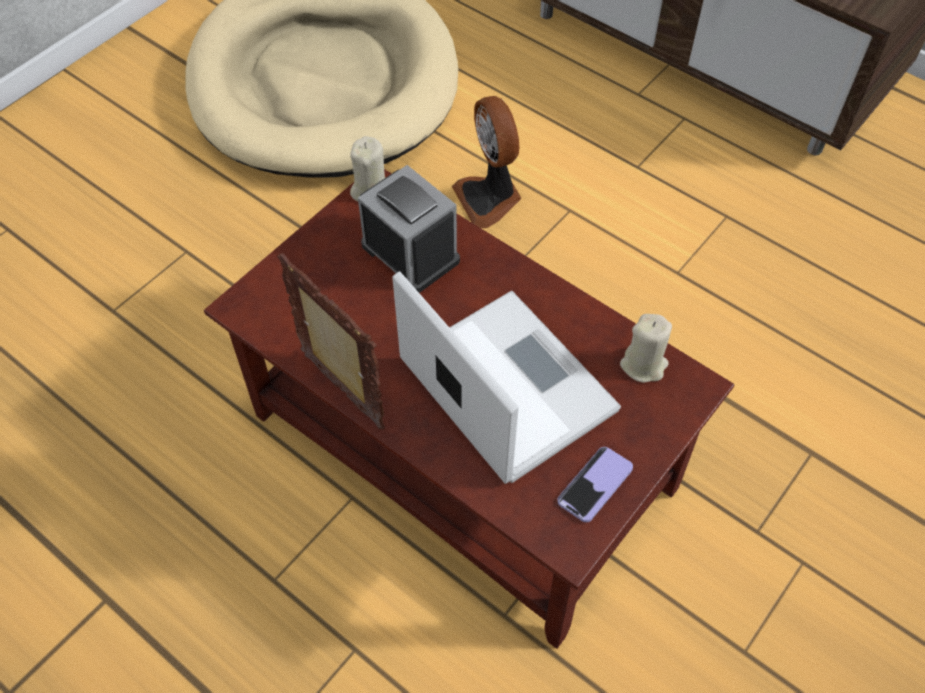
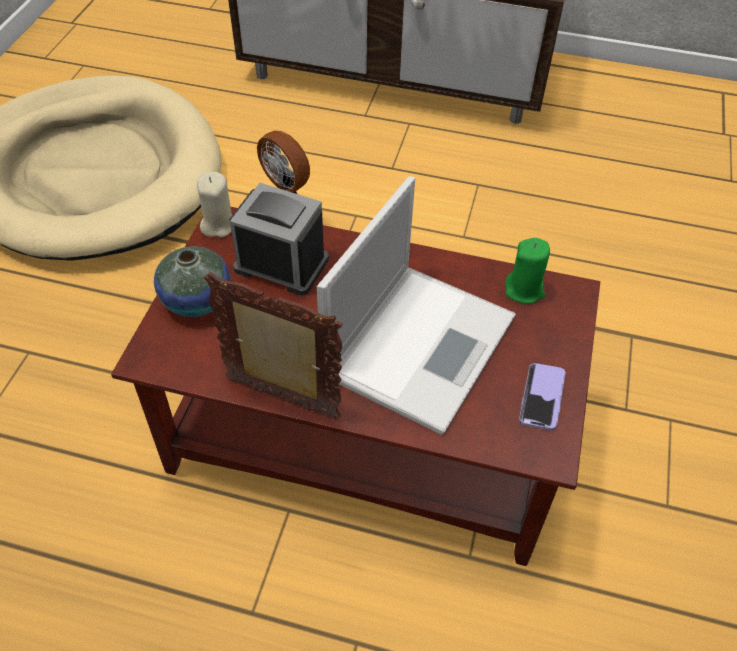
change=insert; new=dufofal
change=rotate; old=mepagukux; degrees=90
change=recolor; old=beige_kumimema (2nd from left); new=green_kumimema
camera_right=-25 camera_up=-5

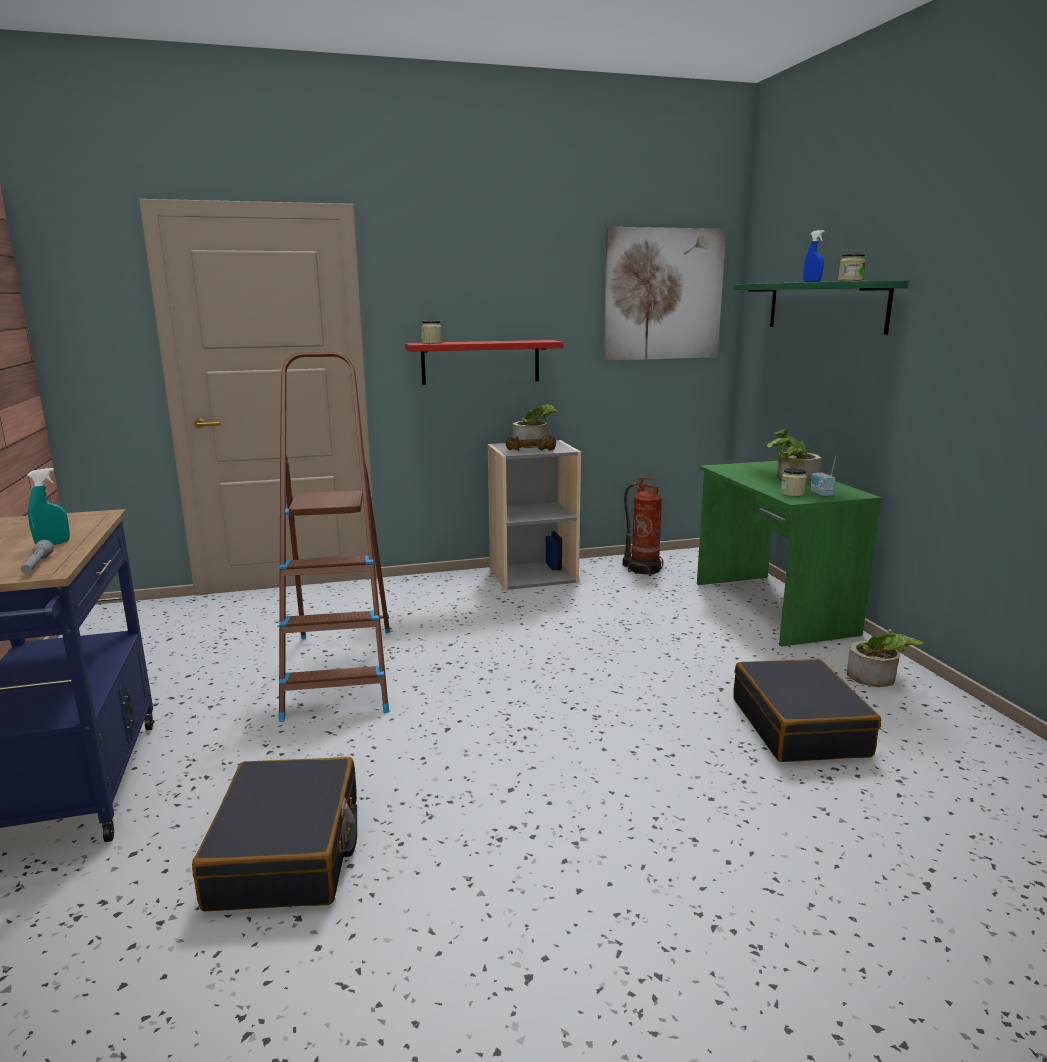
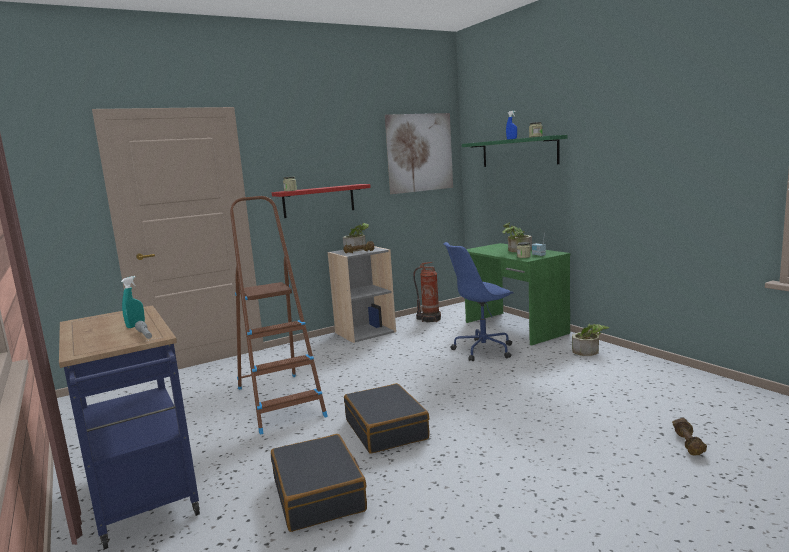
change=move; old=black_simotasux (2nd from left)
change=insert; new=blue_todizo
change=insert; new=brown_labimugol (2nd from left)
camera_right=-15 camera_up=-5

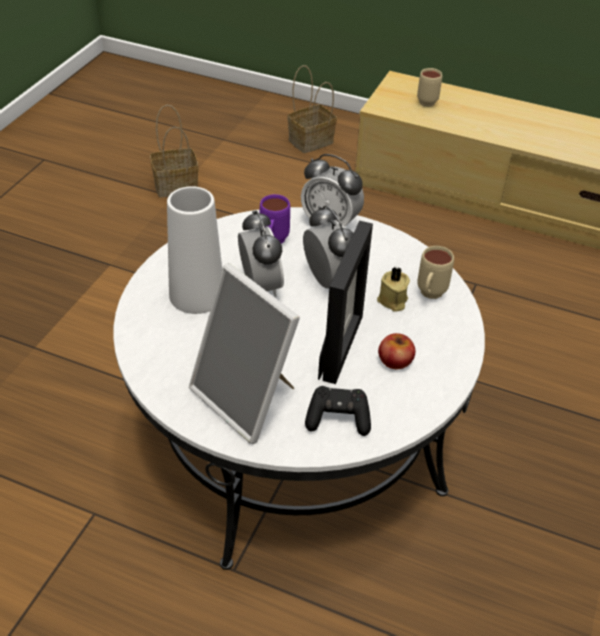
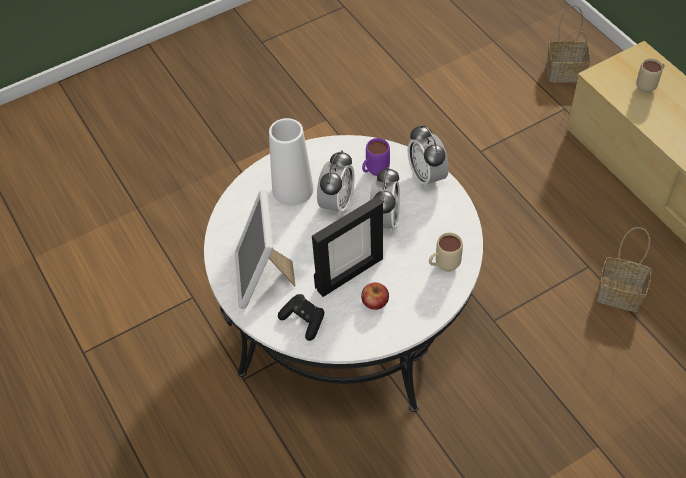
change=move; old=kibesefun (1st from left in the first image); new=kibesefun (2nd from left)
change=delete; old=beige_kumimema
camera_right=40 camera_up=10

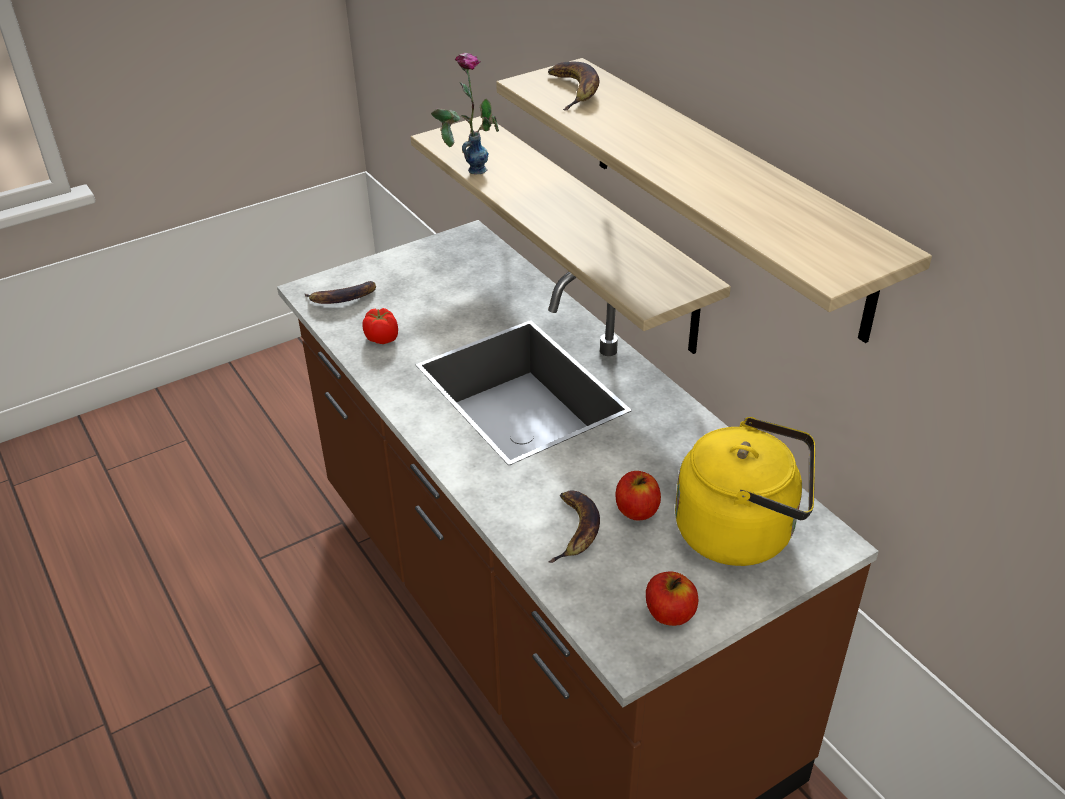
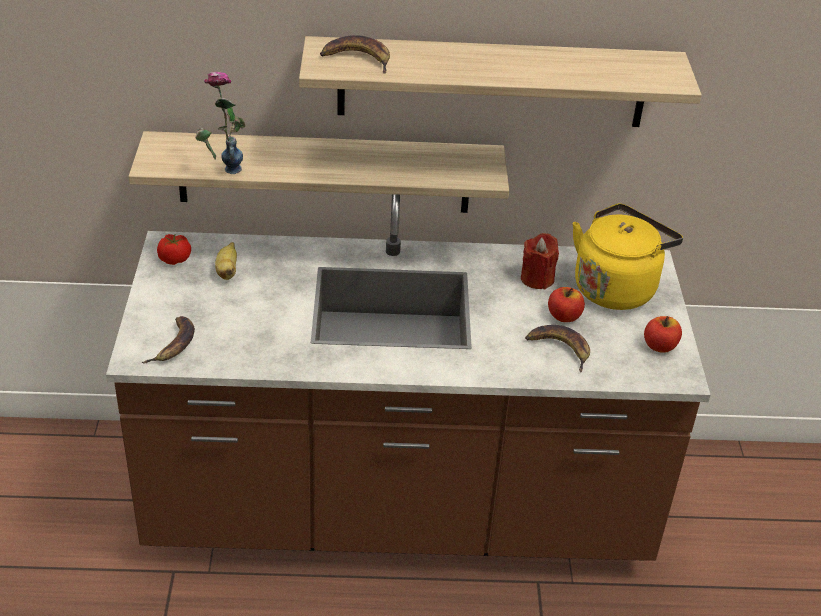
change=move; old=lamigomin
change=insert; new=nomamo (2nd from left)
change=insert; new=red_kumimema
camera_right=-60 camera_up=0

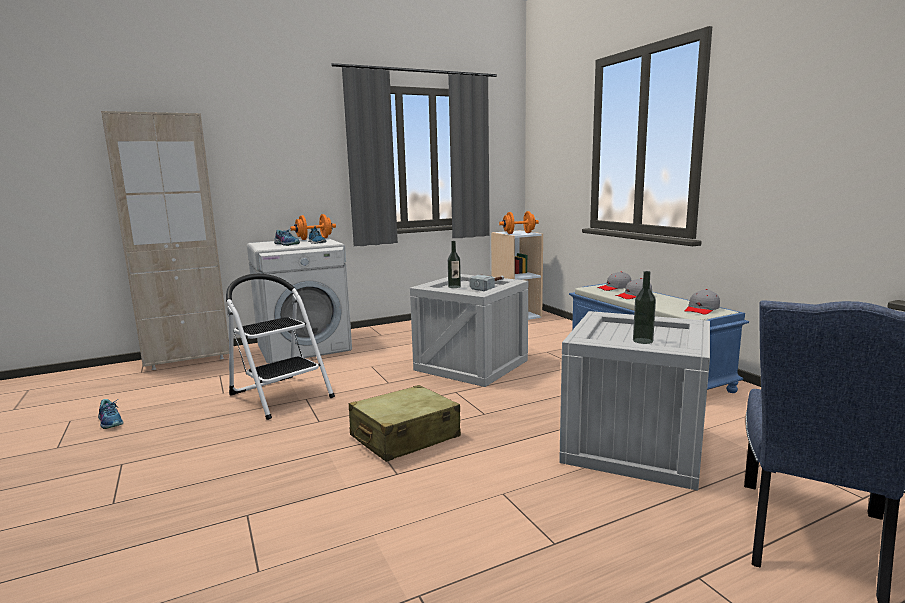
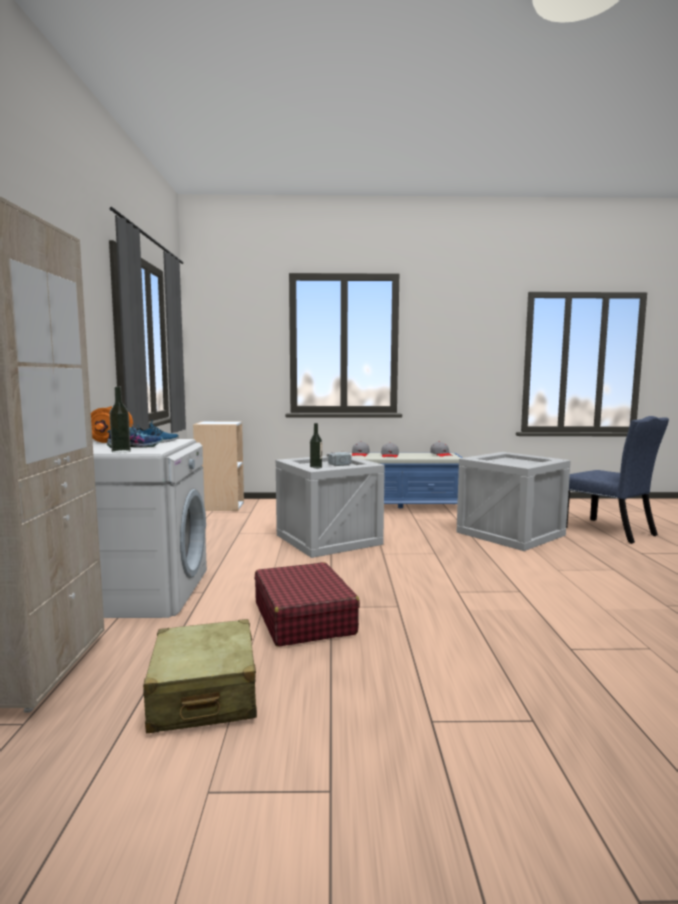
change=move; old=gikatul (2nd from left in the first image); new=gikatul (1st from left)
change=move; old=beige_simotasux
change=replace; old=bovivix; new=red_simotasux
change=delete; old=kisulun (1st from left)
change=delete; old=orange_labimugol (2nd from left)
camera_right=-65 camera_up=-5

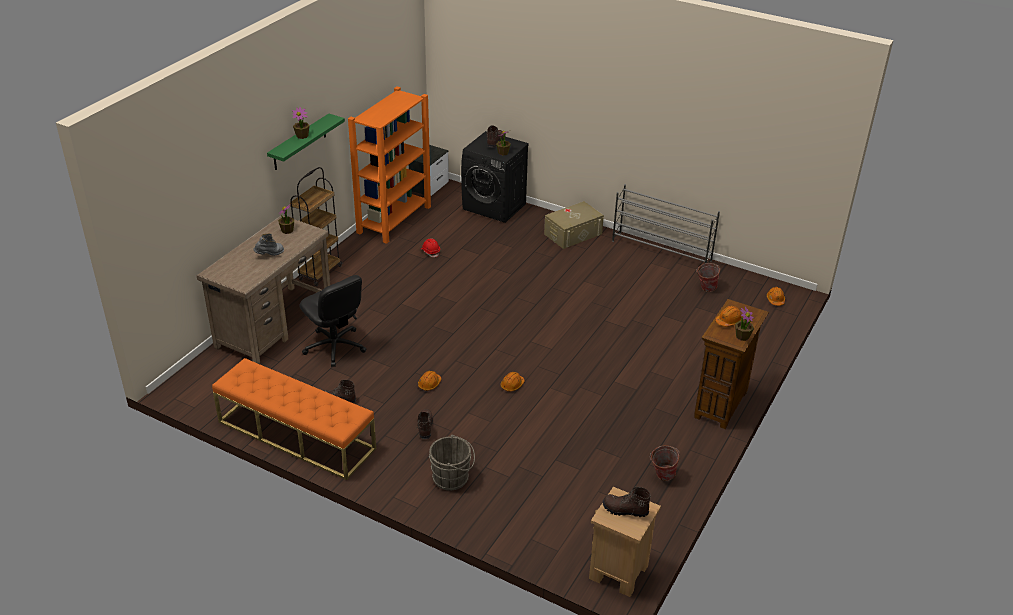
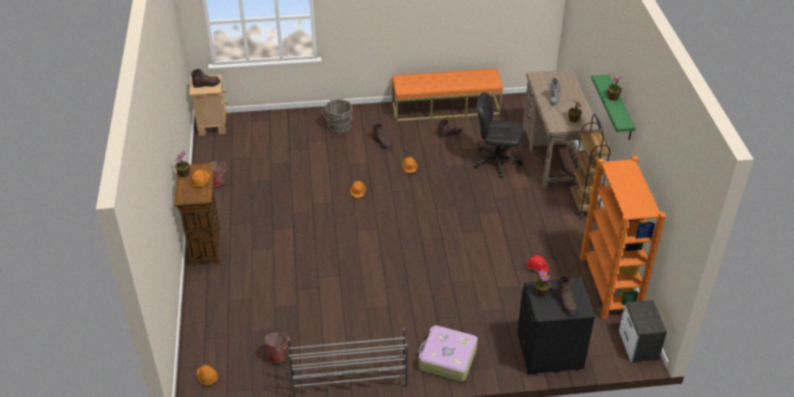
change=replace; old=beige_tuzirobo; new=simotasux
camera_right=145 camera_up=5

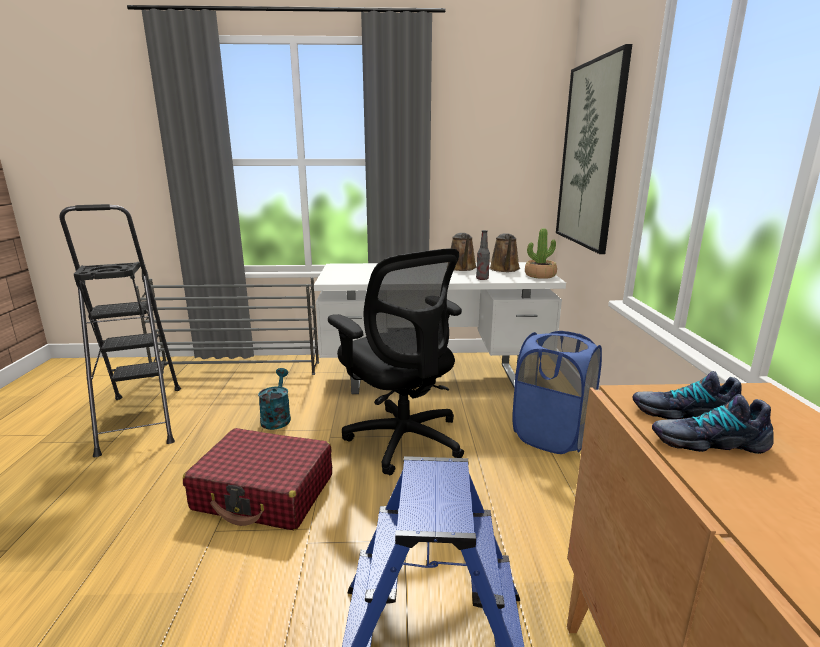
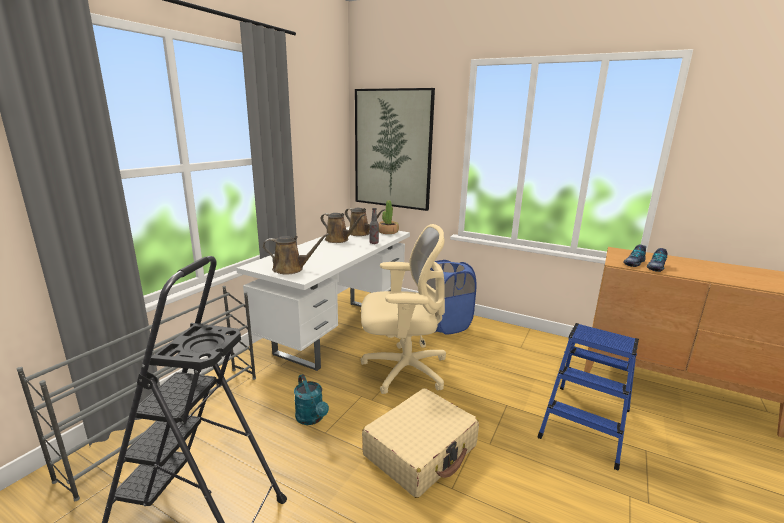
change=insert; new=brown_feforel (1st from left)
change=rotate; old=turquoise_feforel; degrees=-150
change=recolor; old=black_todizo; new=beige_todizo
change=recolor; old=red_simotasux; new=beige_simotasux
camera_right=-60 camera_up=0

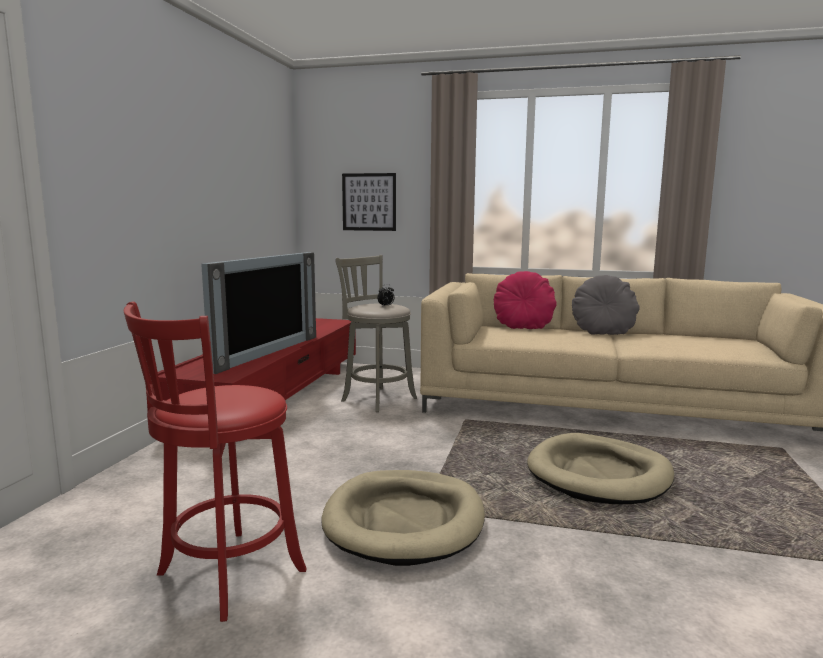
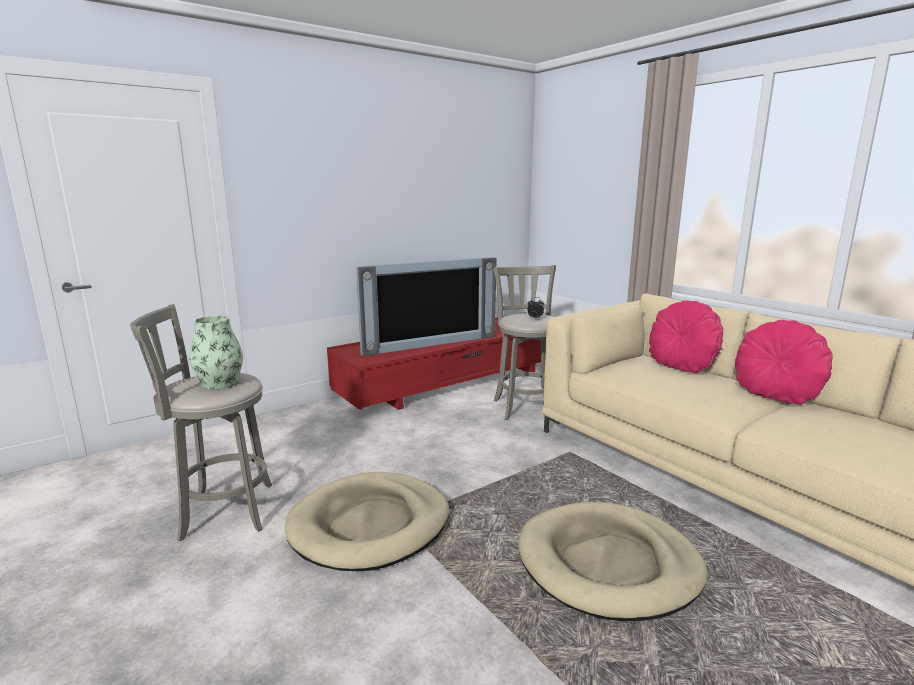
change=recolor; old=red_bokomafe; new=grey_bokomafe (1st from left)
change=insert; new=dufofal
change=recolor; old=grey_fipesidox; new=pink_fipesidox (2nd from left)
change=delete; old=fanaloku
camera_right=40 camera_up=5

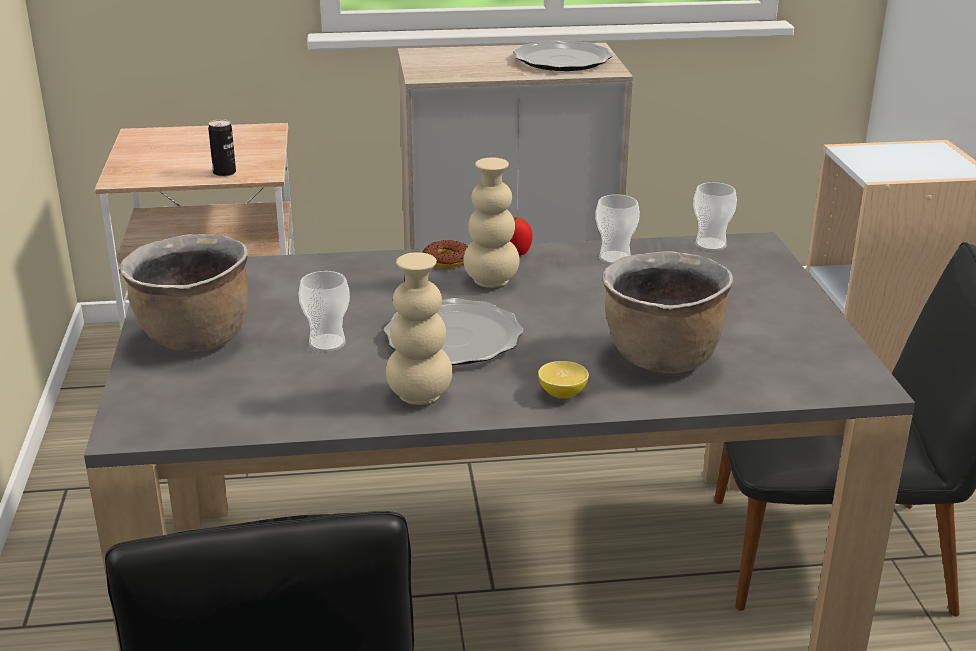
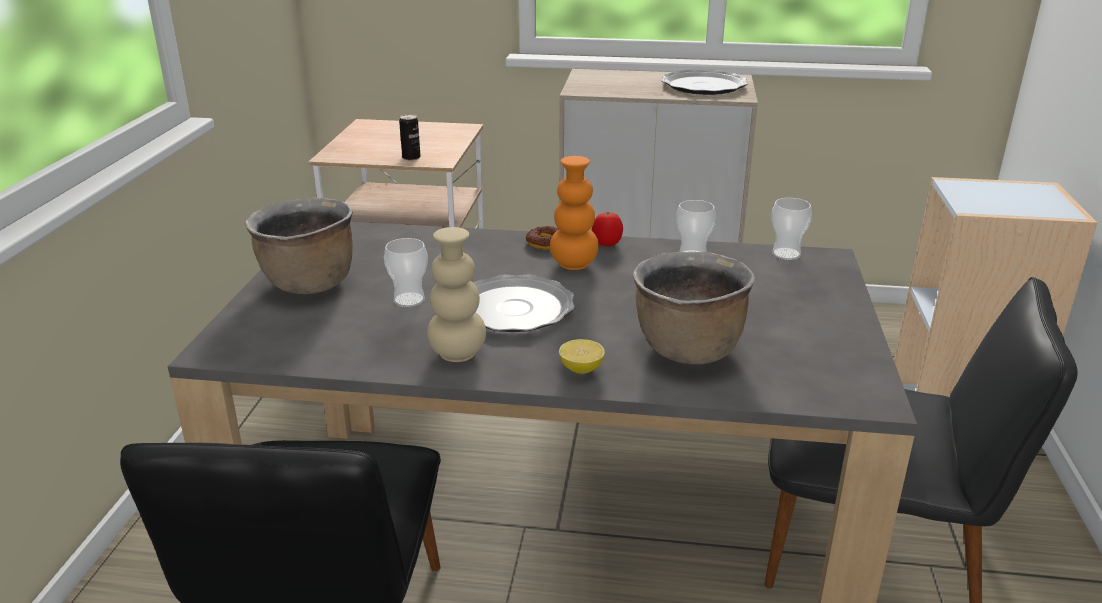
change=recolor; old=beige_dufofal (2nd from left); new=orange_dufofal
camera_right=15 camera_up=0

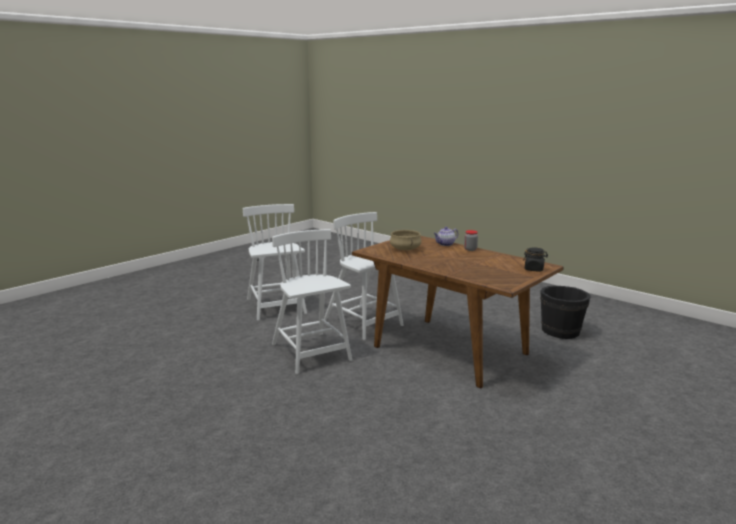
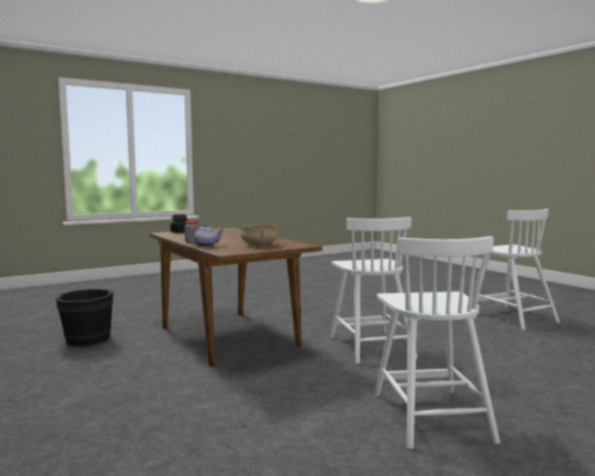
change=move; old=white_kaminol (3rd from left)
camera_right=-165 camera_up=-10

